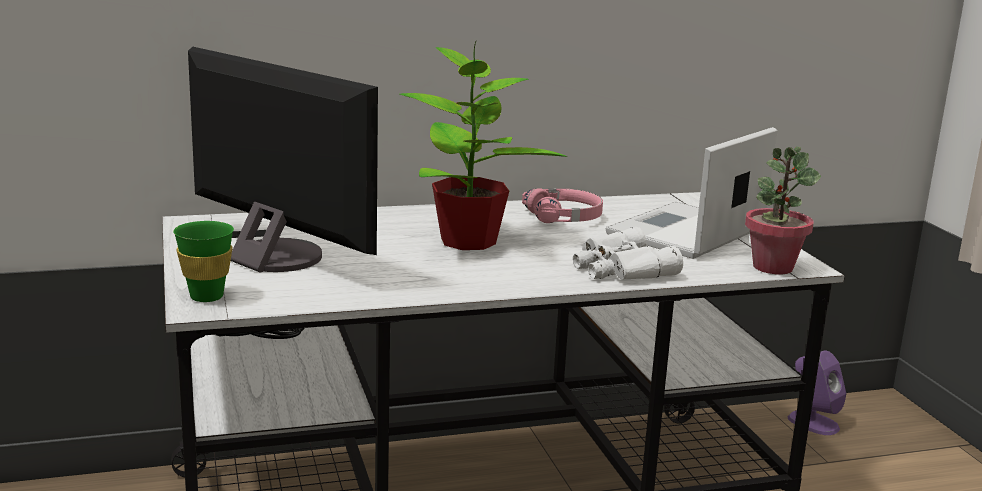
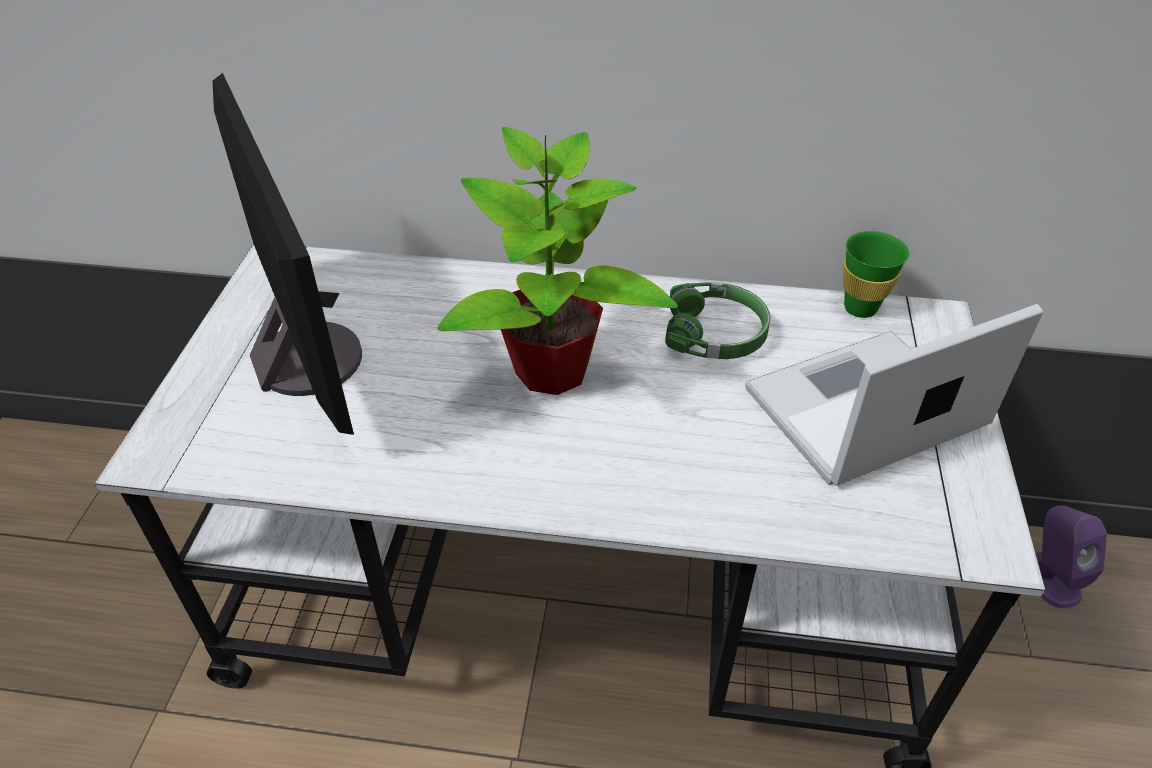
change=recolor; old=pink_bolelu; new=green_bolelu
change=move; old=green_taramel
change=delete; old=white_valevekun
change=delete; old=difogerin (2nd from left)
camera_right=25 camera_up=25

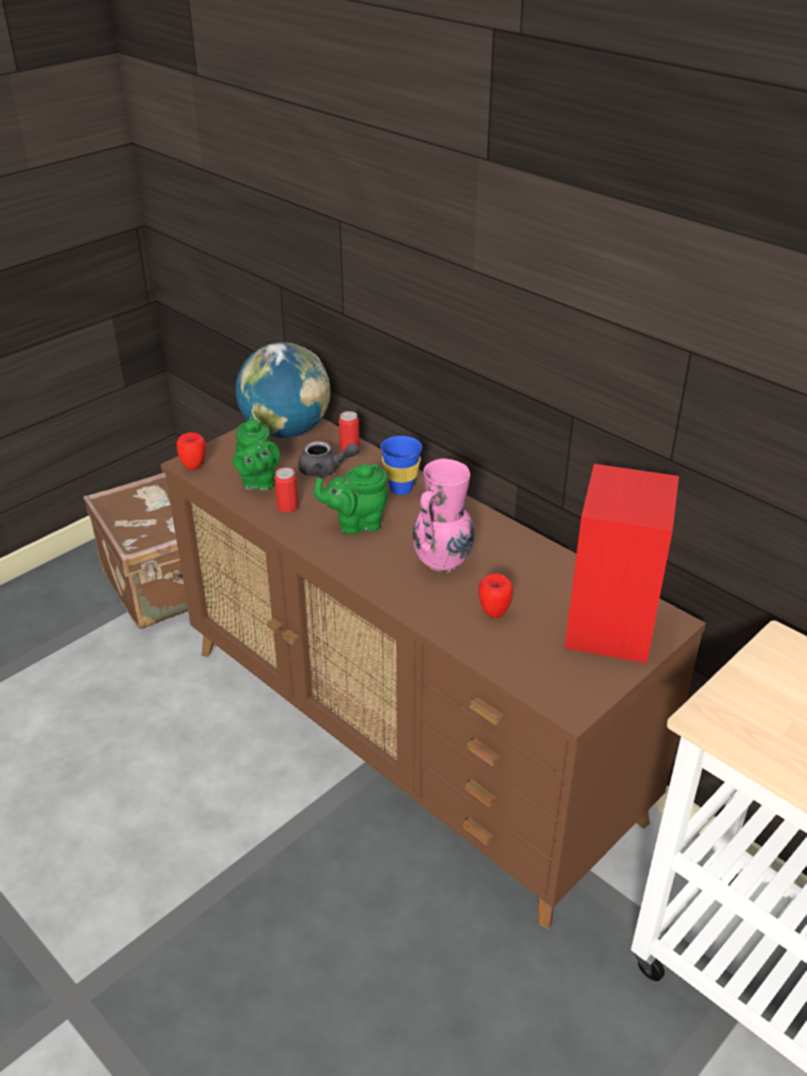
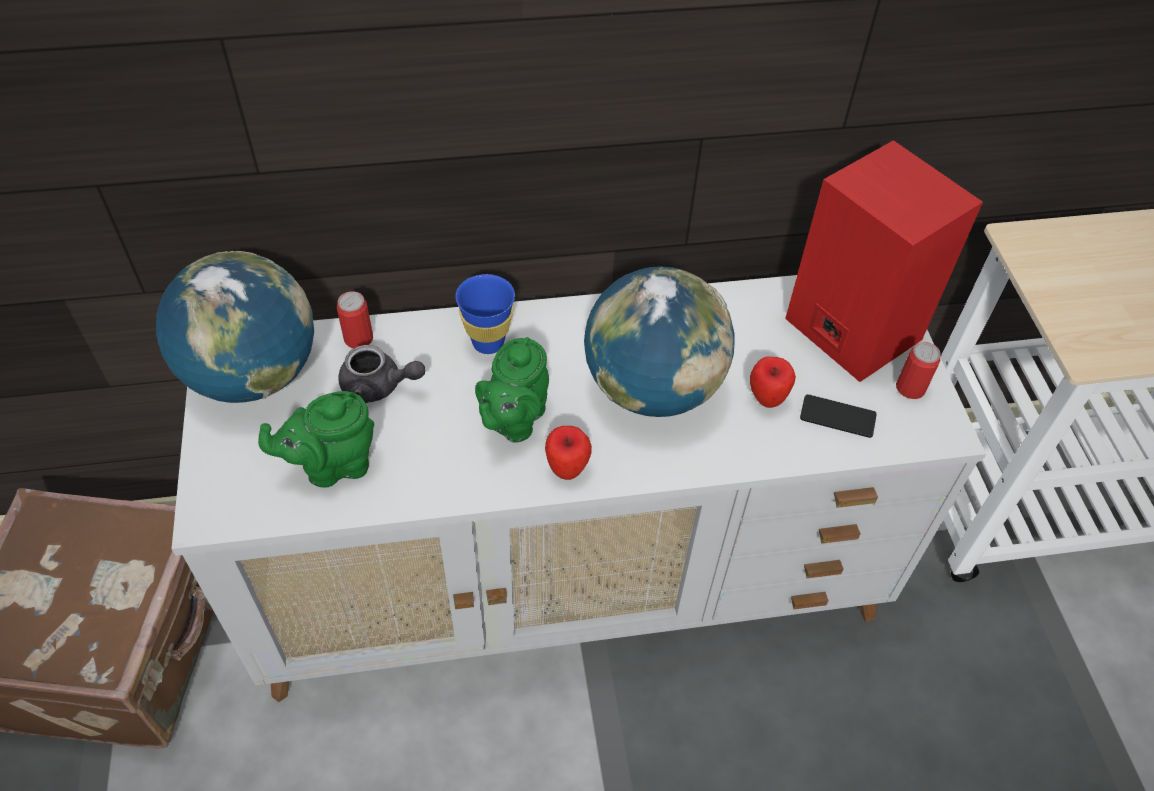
change=recolor; old=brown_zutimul; new=white_zutimul
change=rotate; old=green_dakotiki (1st from left); degrees=135
change=rotate; old=grey_dakotiki; degrees=60
change=move; old=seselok (1st from left)
change=replace; old=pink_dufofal; new=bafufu (2nd from left)
change=insert; new=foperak
change=move; old=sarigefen (1st from left in the first image); new=sarigefen (2nd from left)
camera_right=-55 camera_up=15

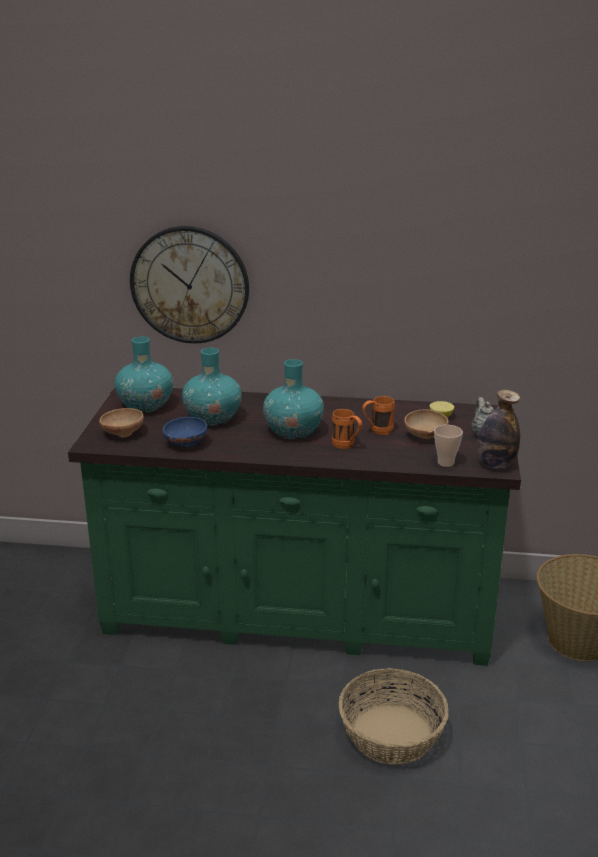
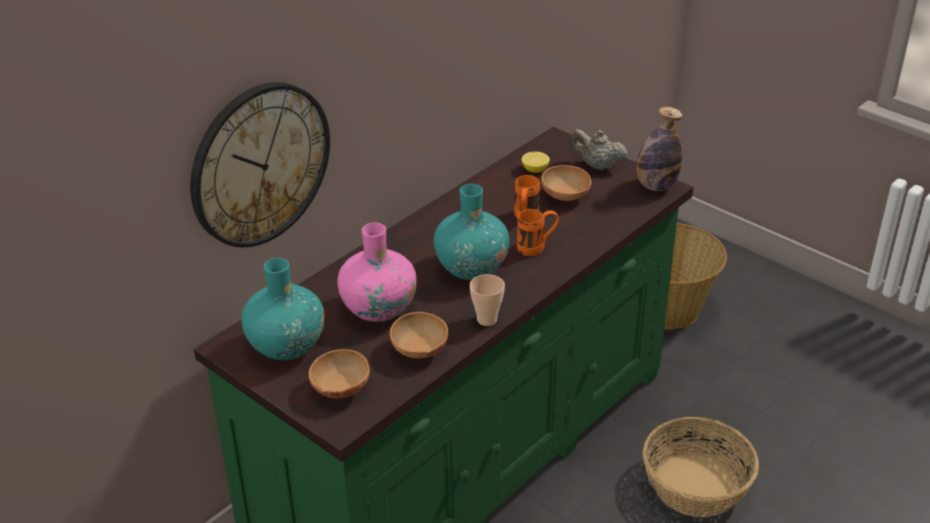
change=recolor; old=turquoise_dufofal (2nd from left); new=pink_dufofal
change=recolor; old=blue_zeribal; new=brown_zeribal (2nd from left)
change=move; old=taramel
camera_right=-55 camera_up=10

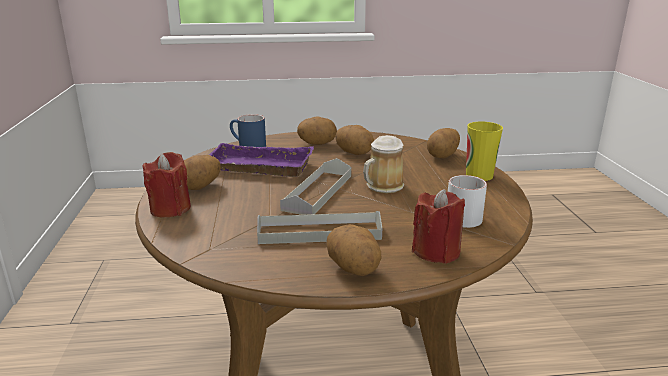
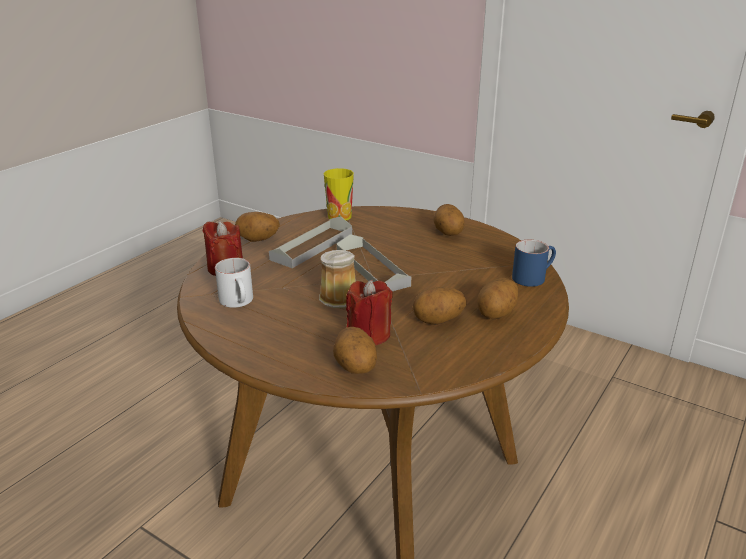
change=move; old=taramel
change=move; old=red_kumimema (1st from left in the first image); new=red_kumimema (2nd from left)
change=delete; old=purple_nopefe
camera_right=130 camera_up=5

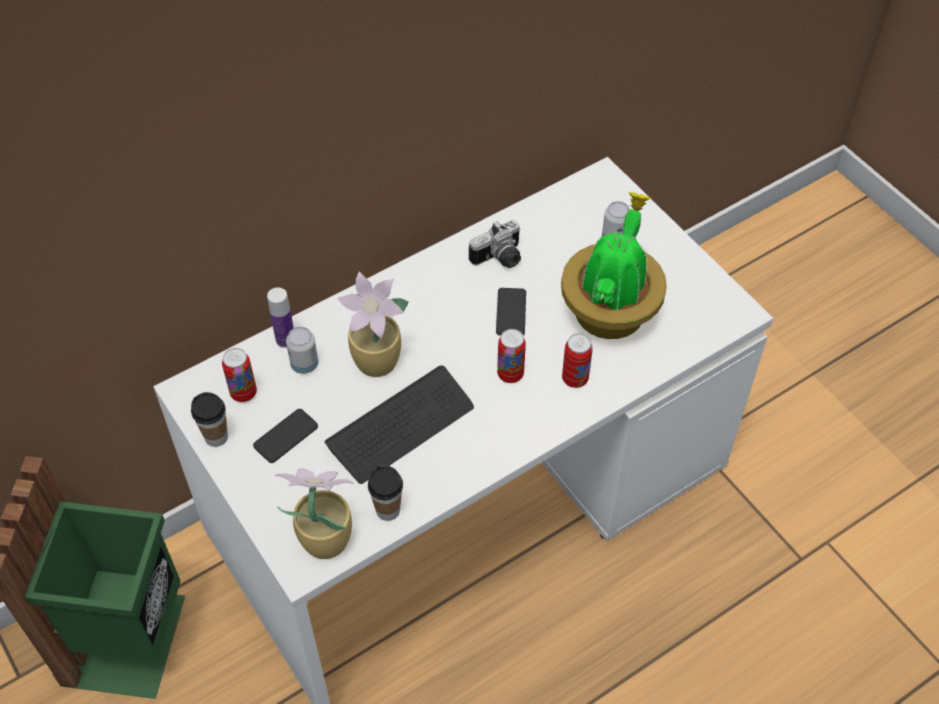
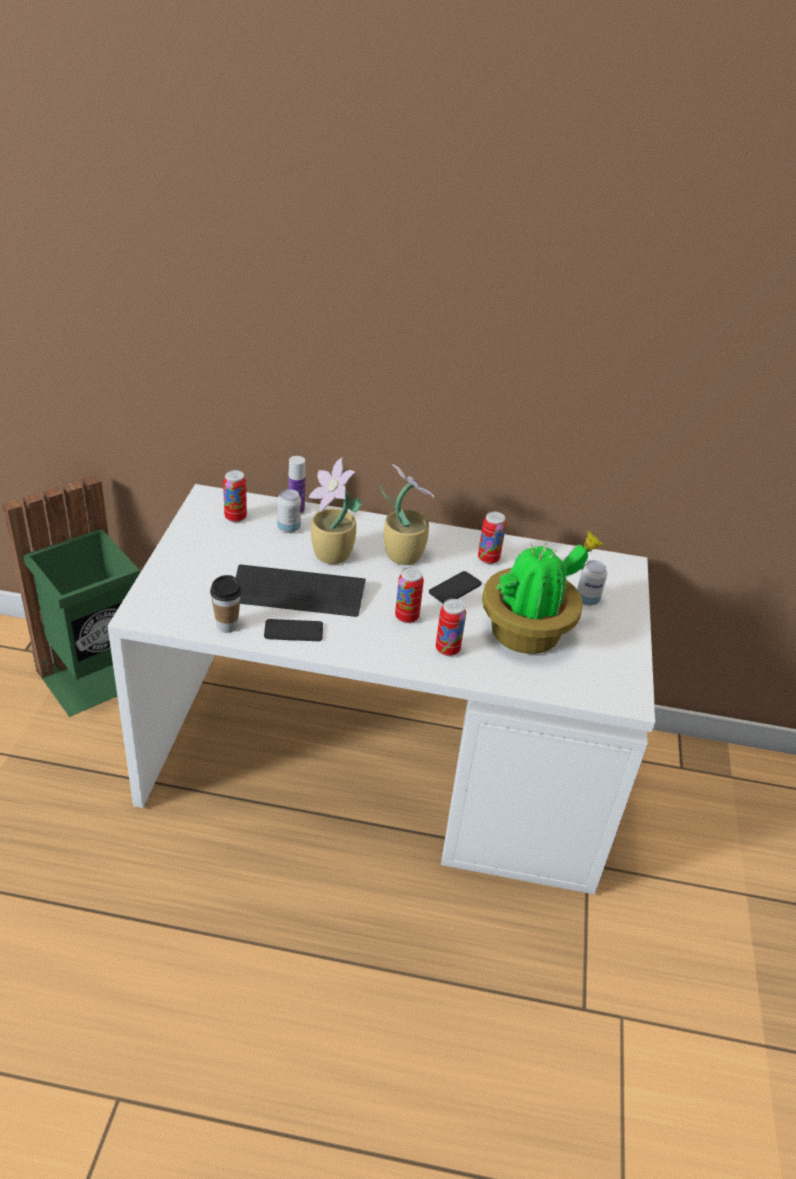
change=move; old=foperak (1st from left)
change=move; old=difogerin (1st from left in the first image); new=difogerin (2nd from left)
change=replace; old=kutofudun; new=sarigefen (5th from left)
change=delete; old=taramel (1st from left)
camera_right=40 camera_up=-15

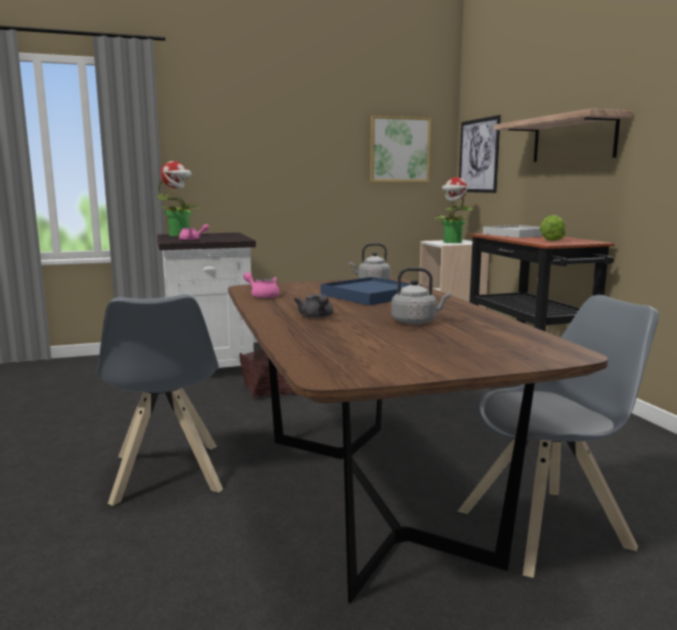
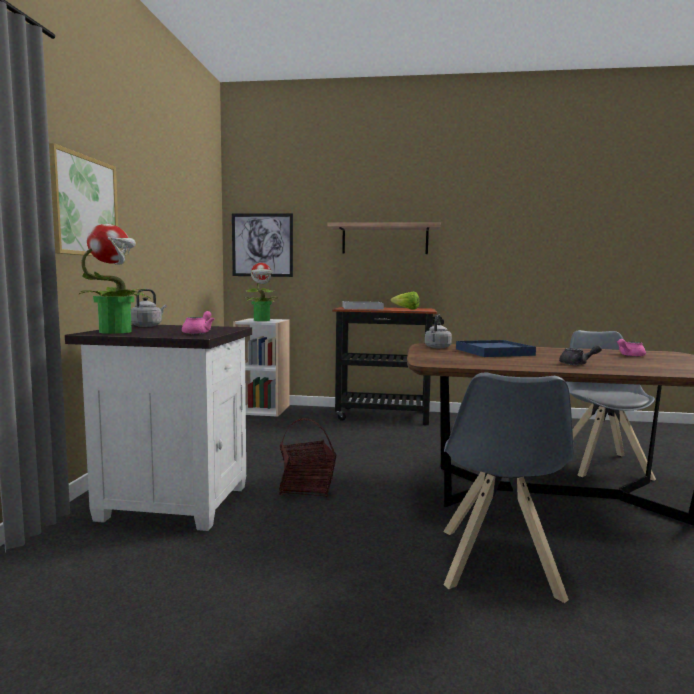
change=move; old=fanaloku (1st from left)
change=move; old=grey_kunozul (2nd from left in the first image); new=grey_kunozul (1st from left)
change=rotate; old=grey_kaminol (1st from left); degrees=90
change=move; old=pink_dakotiki (2nd from left)
camera_right=-65 camera_up=-5

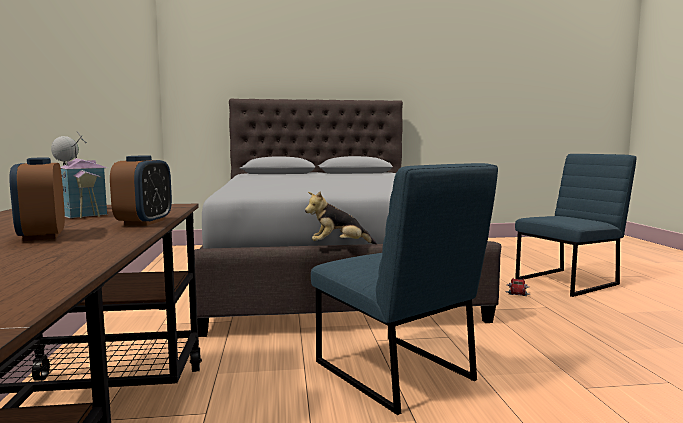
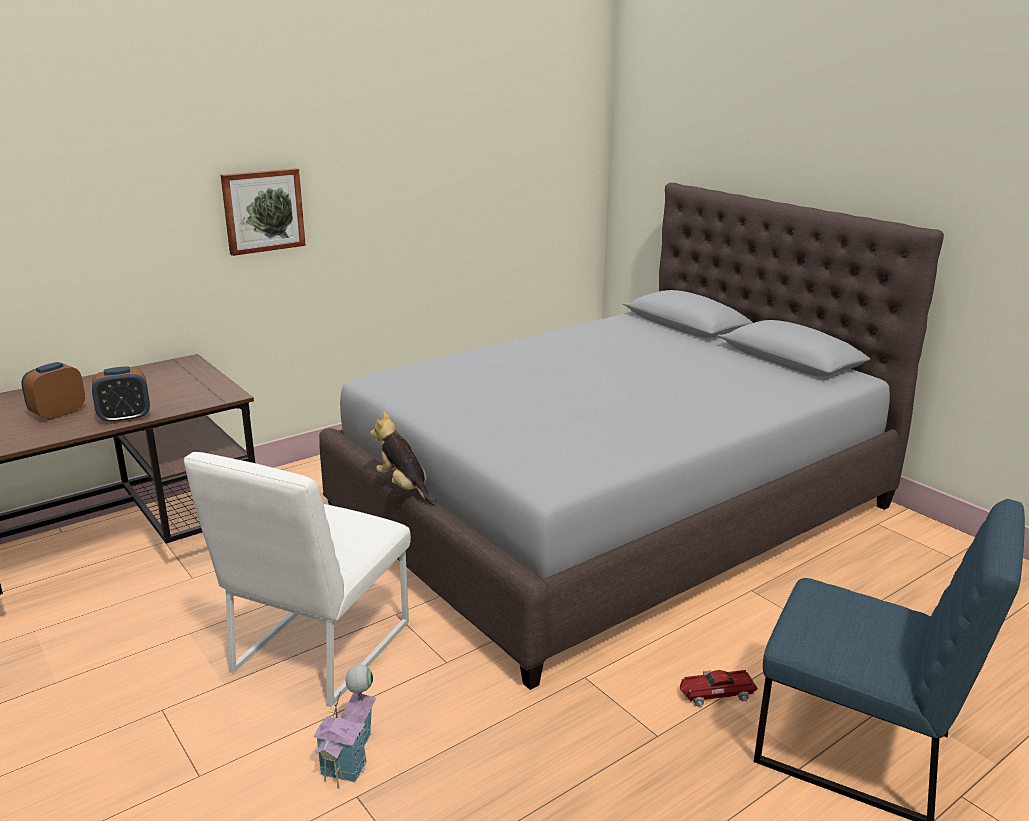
change=recolor; old=blue_kaminol (1st from left); new=white_kaminol
change=insert; new=fanaloku
change=move; old=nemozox
camera_right=60 camera_up=15

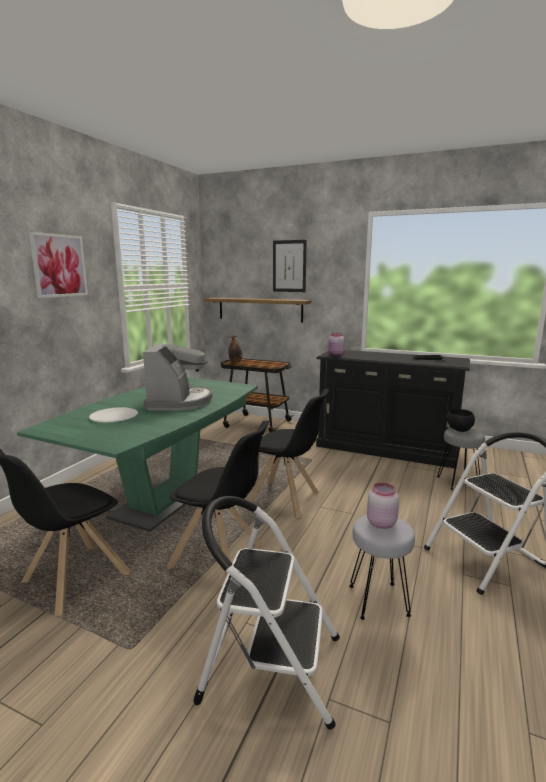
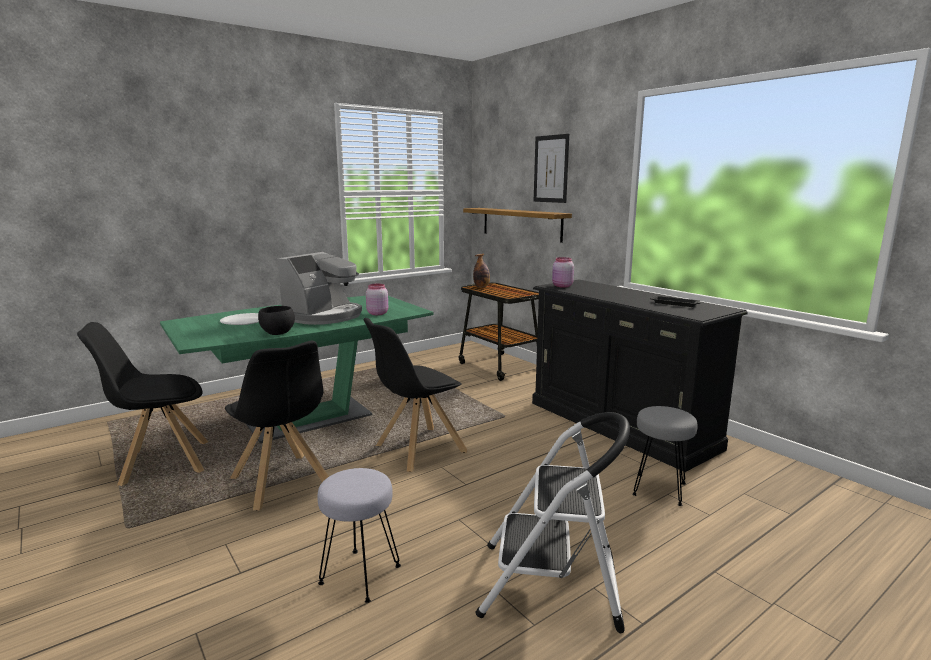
change=move; old=black_zeribal
change=rotate; old=black_kaminol (3rd from left); degrees=90
change=move; old=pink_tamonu (2nd from left in the first image); new=pink_tamonu (1st from left)
change=delete; old=fanaloku (1st from left)
change=delete; old=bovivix (1st from left)
camera_right=30 camera_up=0

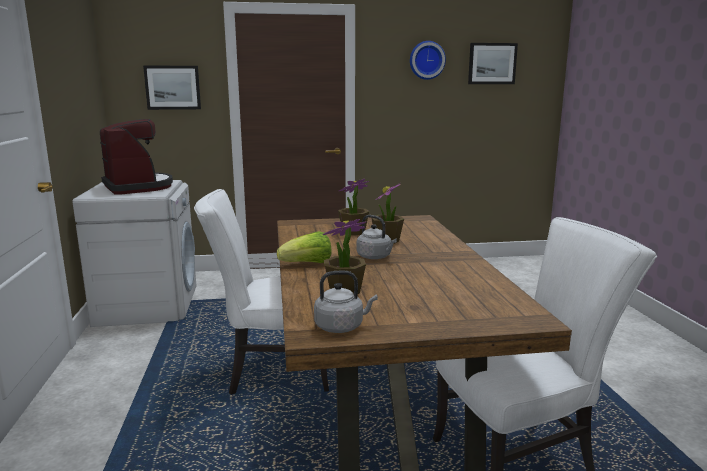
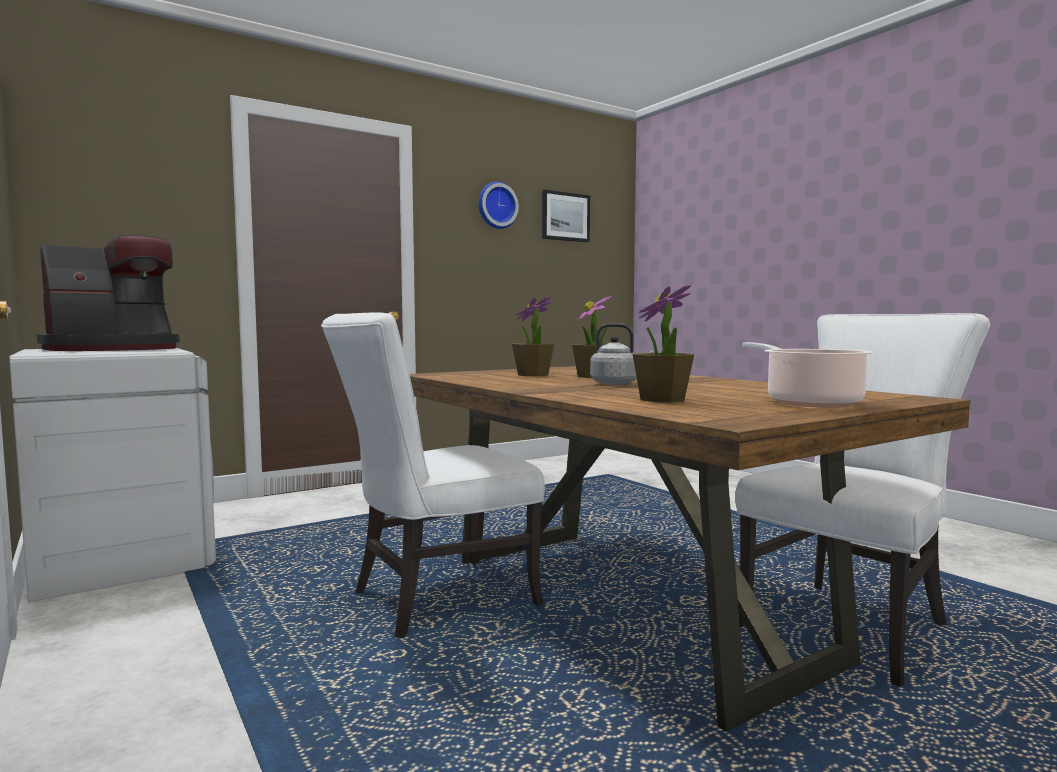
change=rotate; old=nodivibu; degrees=105
change=insert; new=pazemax
change=delete; old=fanaloku (1st from left)
change=delete; old=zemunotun
change=delete; old=grey_kunozul (1st from left)
camera_right=-25 camera_up=-10

